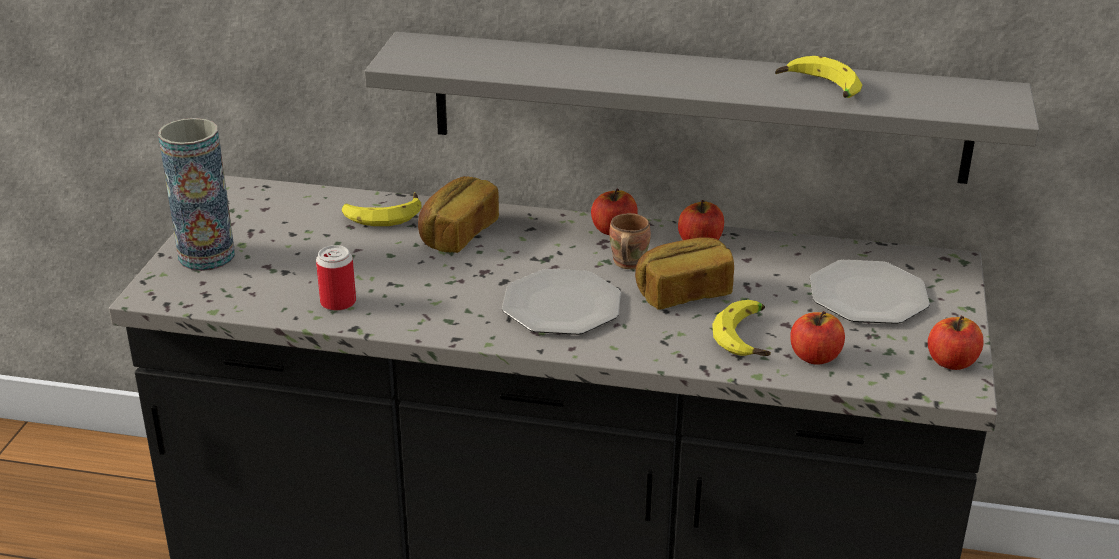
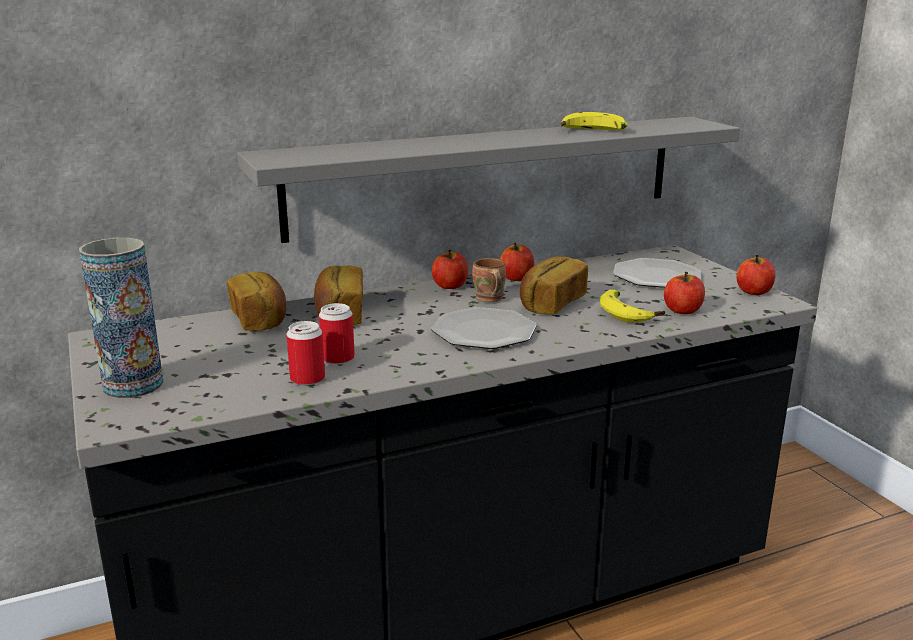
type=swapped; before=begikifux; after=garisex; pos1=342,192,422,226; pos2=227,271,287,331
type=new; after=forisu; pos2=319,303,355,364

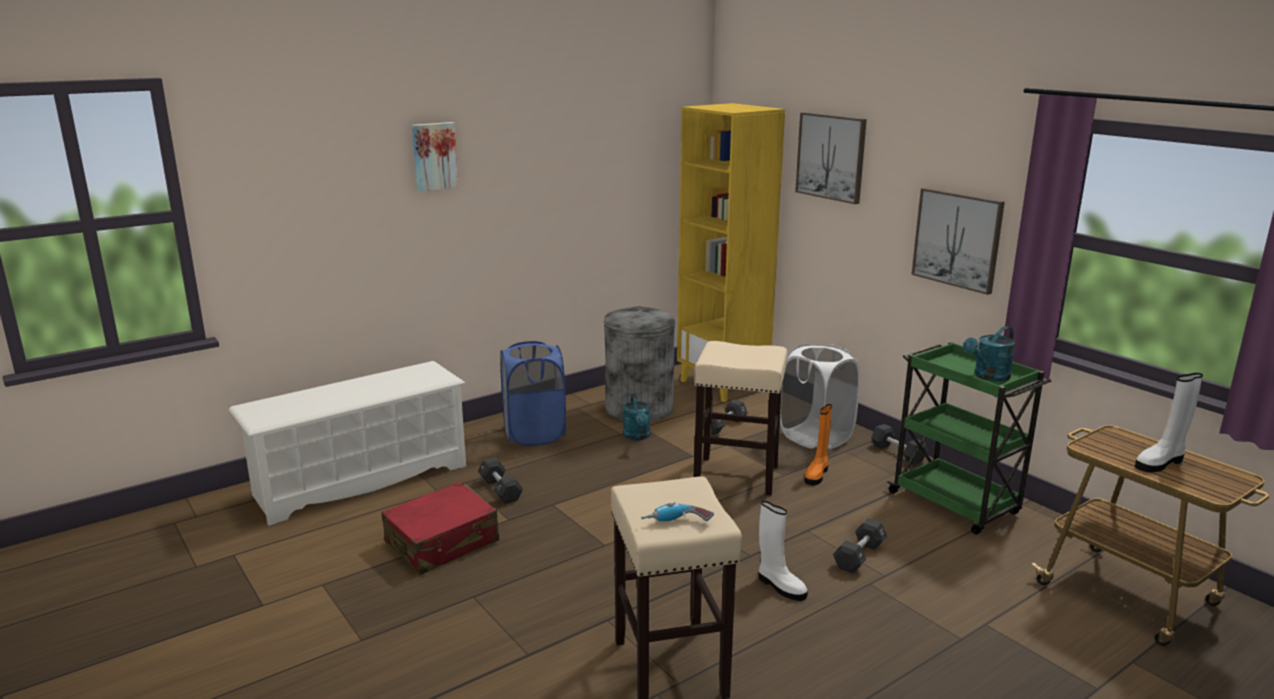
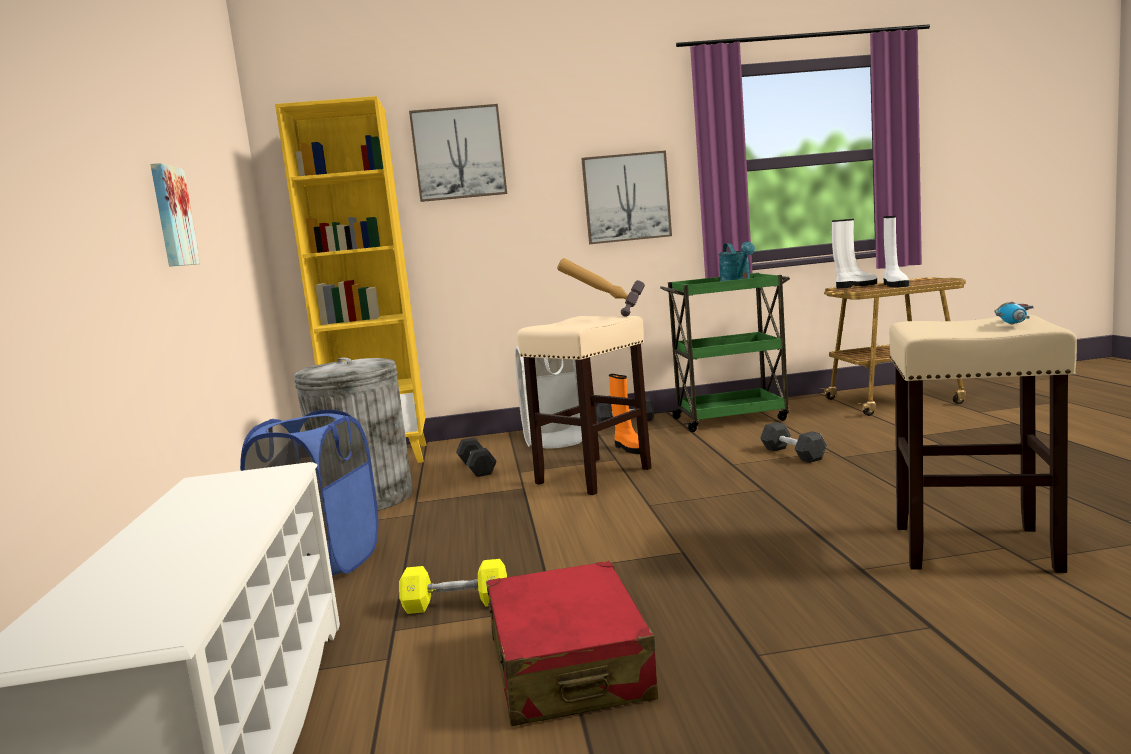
type=shifted; before=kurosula; pos1=412,122,459,192; pos2=150,163,201,267
type=repainted; before=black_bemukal; after=yellow_bemukal; pos1=478,457,523,504; pos2=399,559,507,614
type=new; after=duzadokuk; pos2=557,258,645,317
type=shifted; before=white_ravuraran; pos1=759,501,808,601; pos2=832,219,877,289
type=gone; before=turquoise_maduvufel; pos1=623,394,650,440

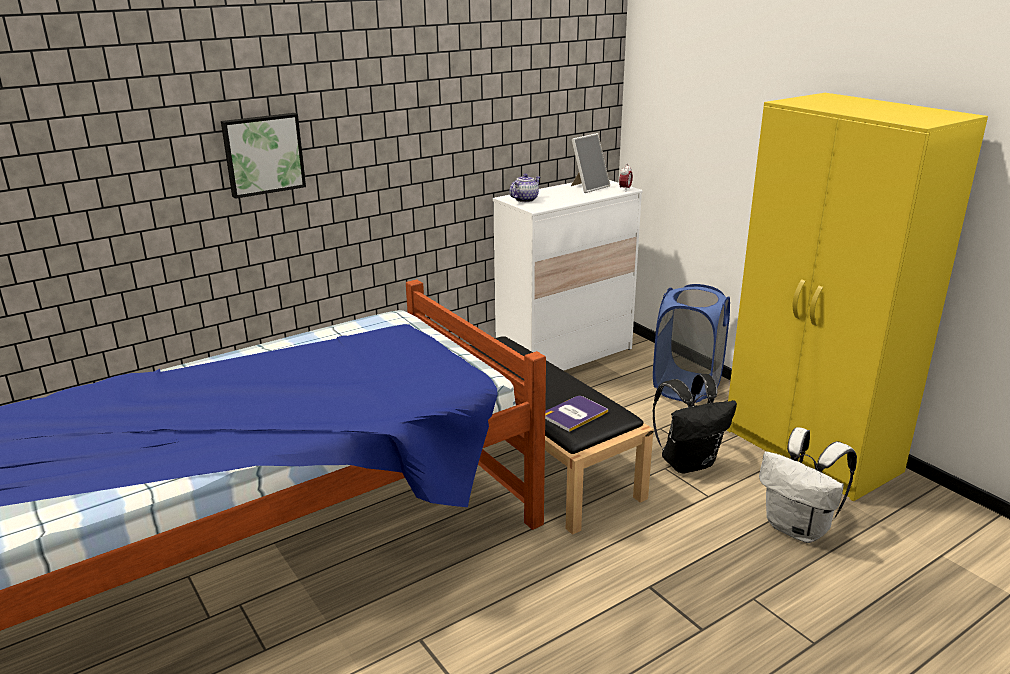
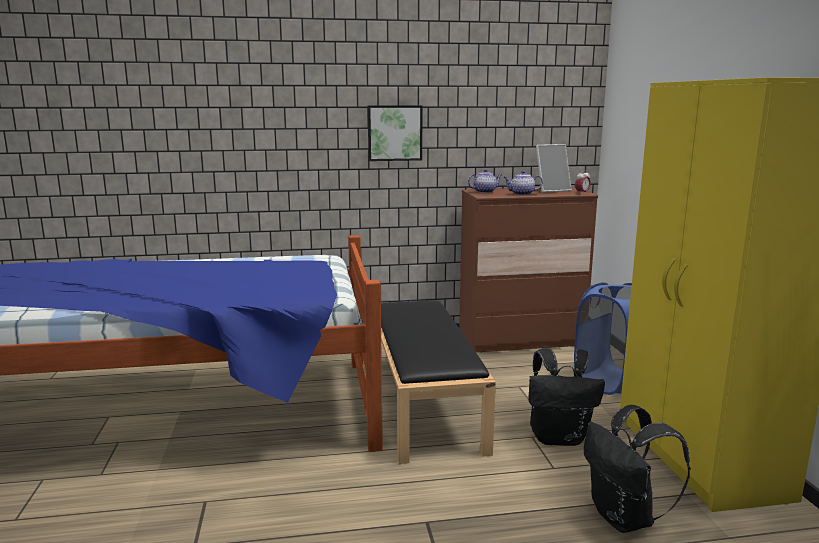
type=shifted; before=kurosula; pos1=221,113,306,199; pos2=368,105,423,161
type=repainted; before=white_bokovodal; after=brown_bokovodal; pos1=493,180,642,371; pos2=459,187,598,352
type=new; after=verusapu; pos2=504,171,543,195
type=repainted; before=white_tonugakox; after=black_tonugakox; pos1=759,427,857,543; pos2=584,405,691,533
type=gone; before=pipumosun; pos1=545,396,608,432

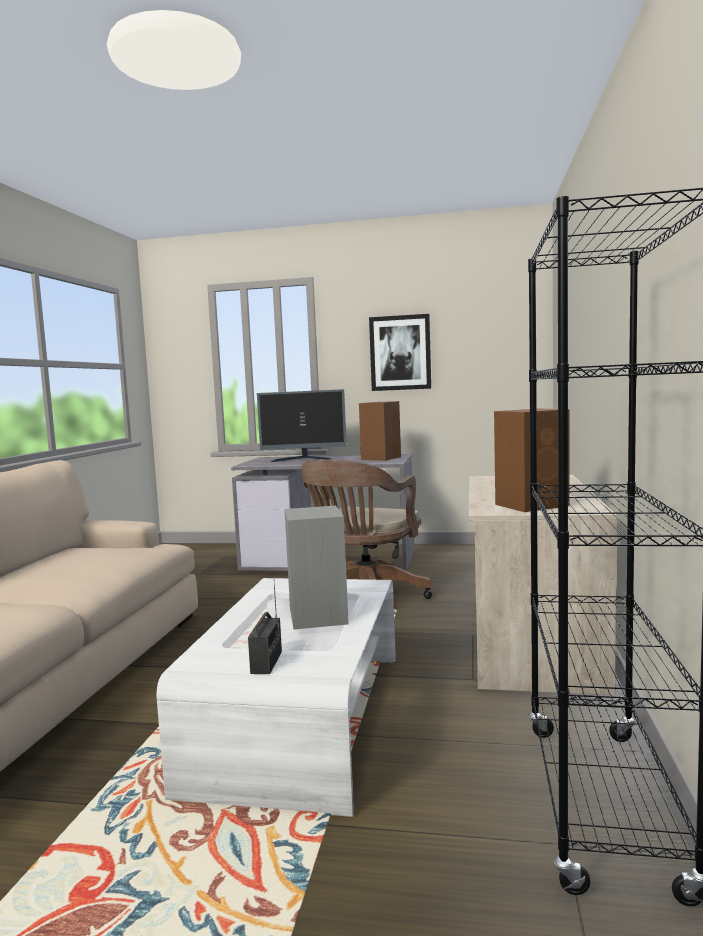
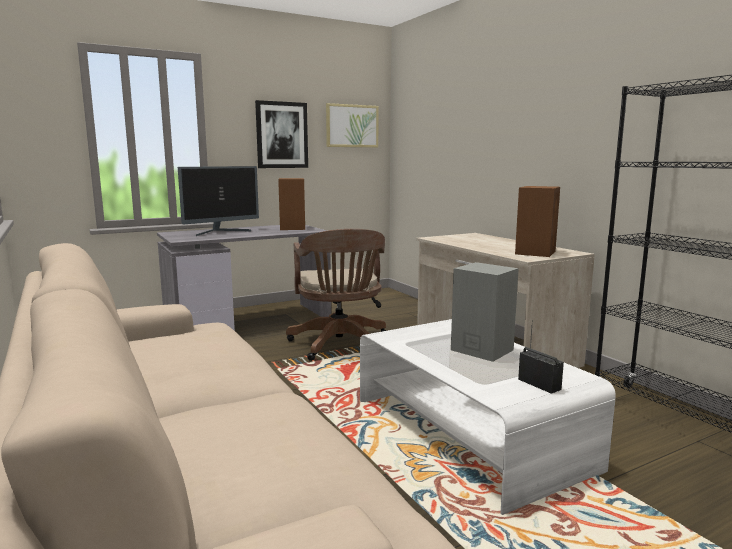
type=new; after=kurosula; pos2=326,103,379,148

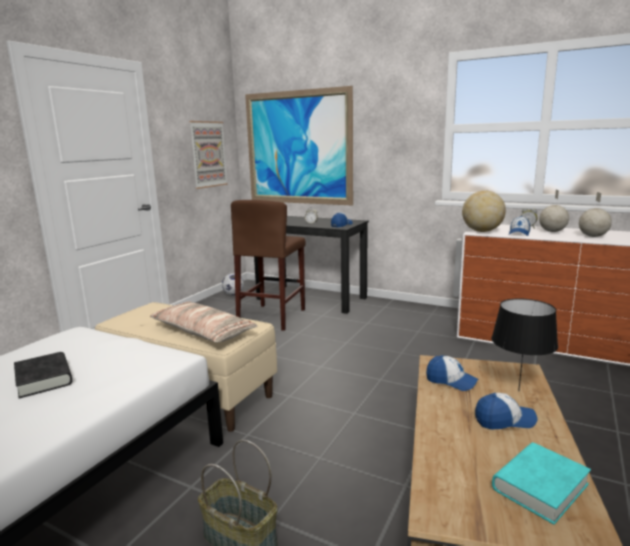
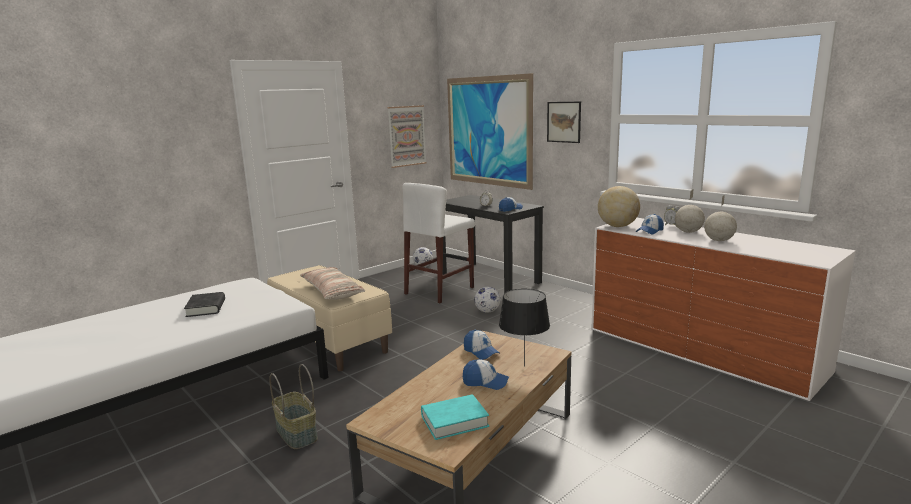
type=repainted; before=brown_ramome; after=white_ramome; pos1=231,200,305,331; pos2=403,183,475,303
type=new; after=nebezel; pos2=474,287,500,313
type=new; after=kurosula; pos2=547,101,581,143

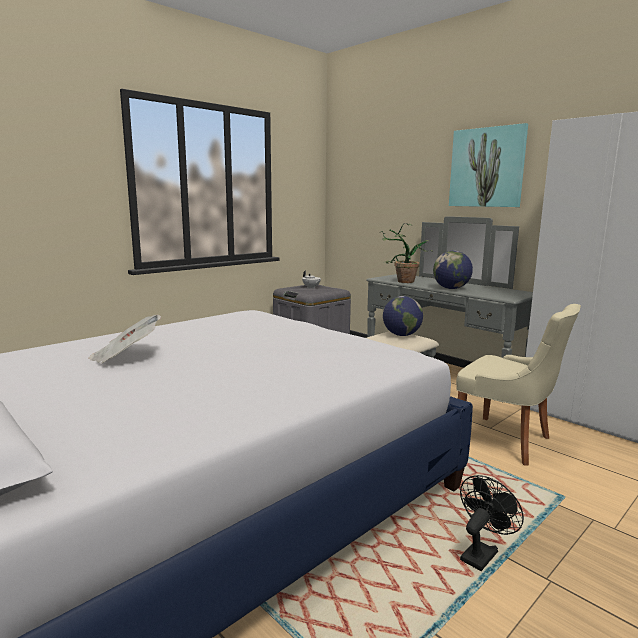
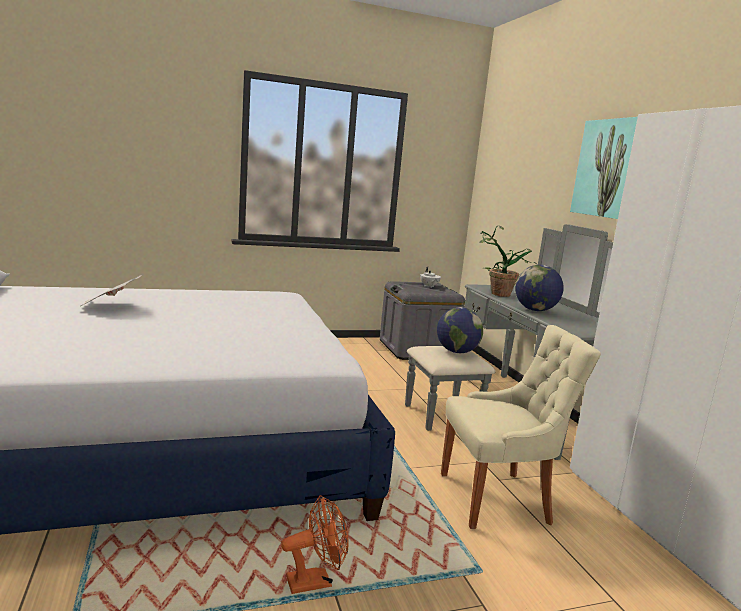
type=repainted; before=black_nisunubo; after=orange_nisunubo; pos1=460,475,524,571; pos2=281,495,349,594
type=rotated; before=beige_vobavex; pos1=456,304,581,466; pos2=441,325,601,529; turn=-75

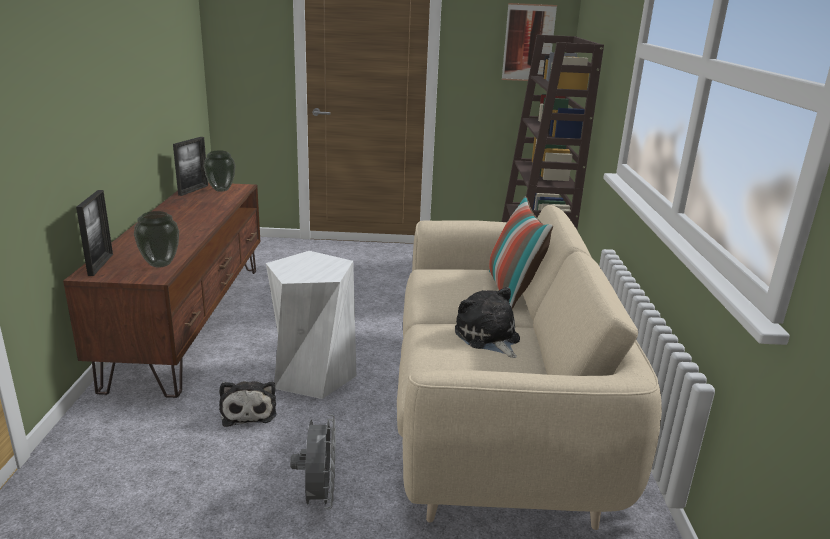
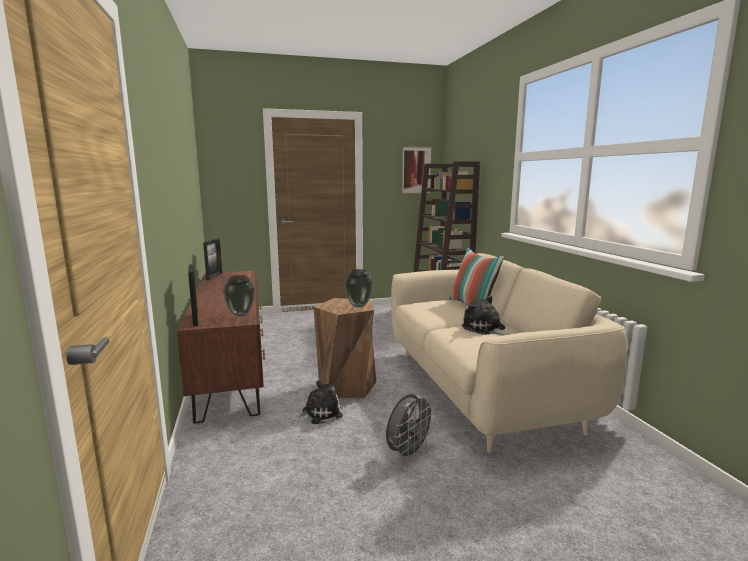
type=rotated; before=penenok; pos1=219,381,276,427; pos2=293,381,343,424; turn=-90
type=repainted; before=white_ramome; after=brown_ramome; pos1=266,251,356,399; pos2=313,298,376,399
type=shifted; before=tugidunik; pos1=203,151,236,192; pos2=344,269,373,307
type=rotated; before=grey_nisunubo; pos1=290,414,336,509; pos2=386,394,436,461; turn=60

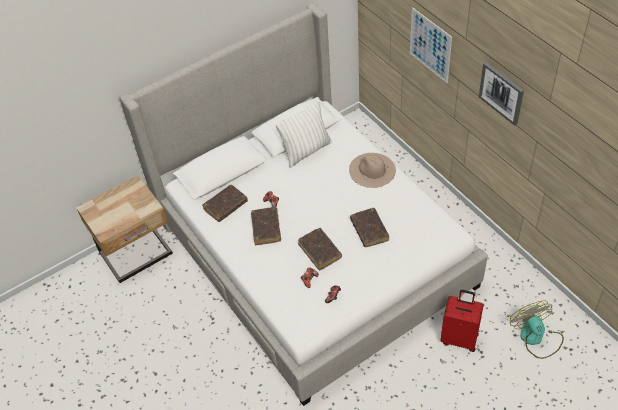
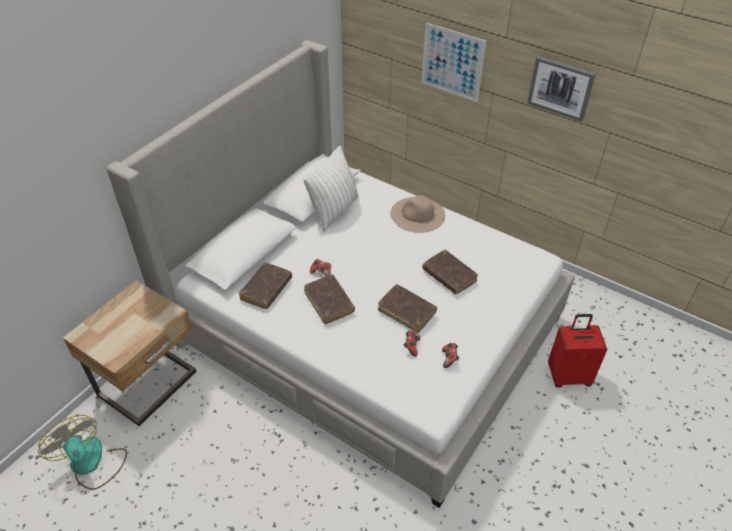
type=shifted; before=nisunubo; pos1=510,300,564,359; pos2=38,415,127,490

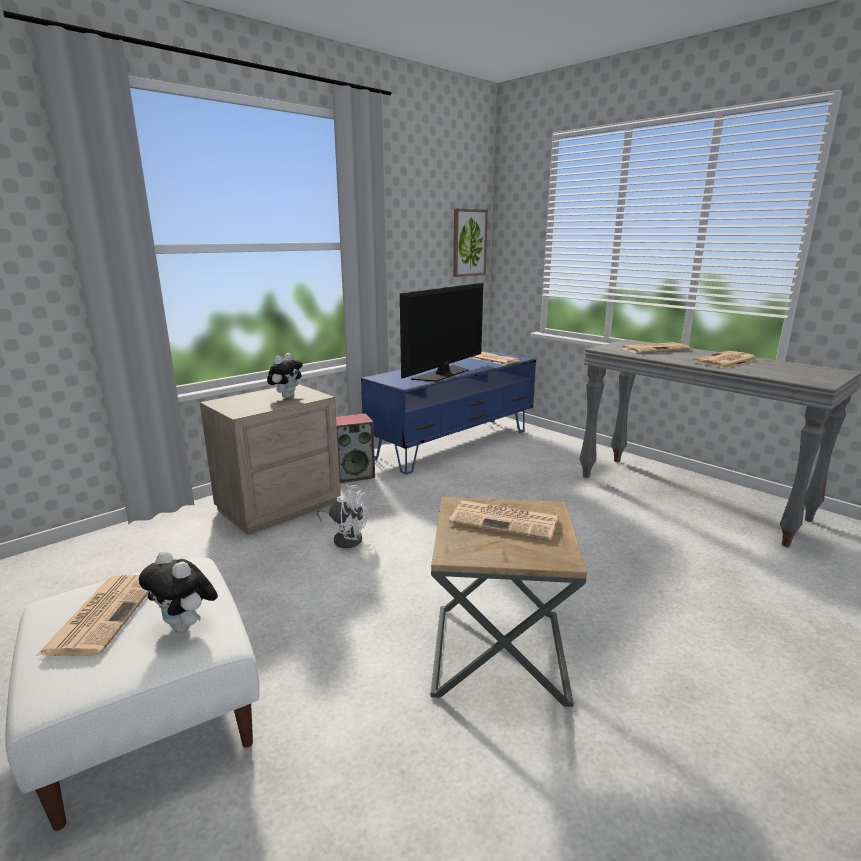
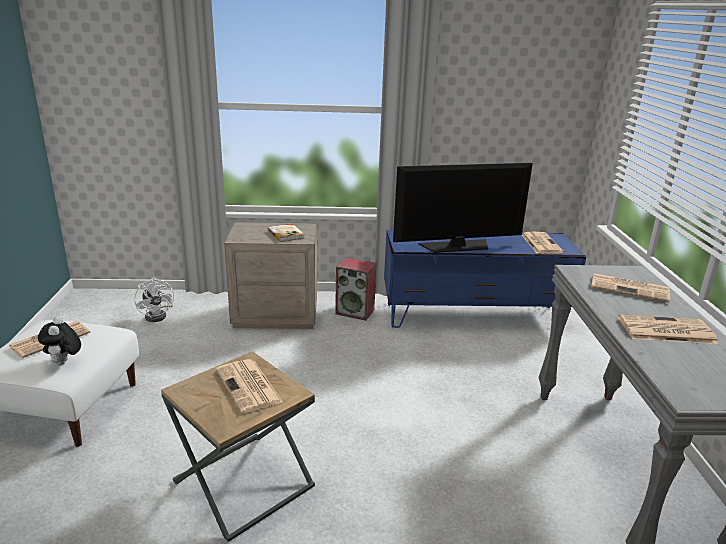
type=shifted; before=white_nisunubo; pos1=317,485,368,548; pos2=134,277,174,322
type=swapped; before=penenok; after=pipumosun; pos1=267,353,303,398; pos2=268,224,305,242
type=gone; before=kurosula; pos1=453,209,488,277

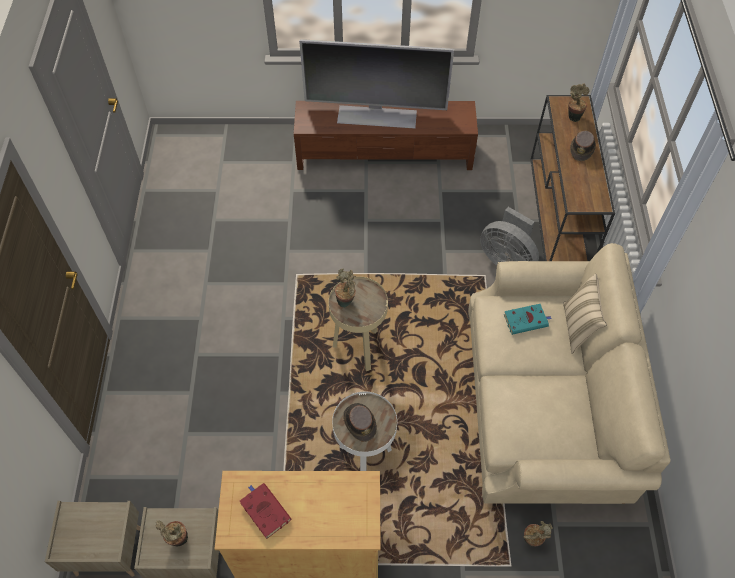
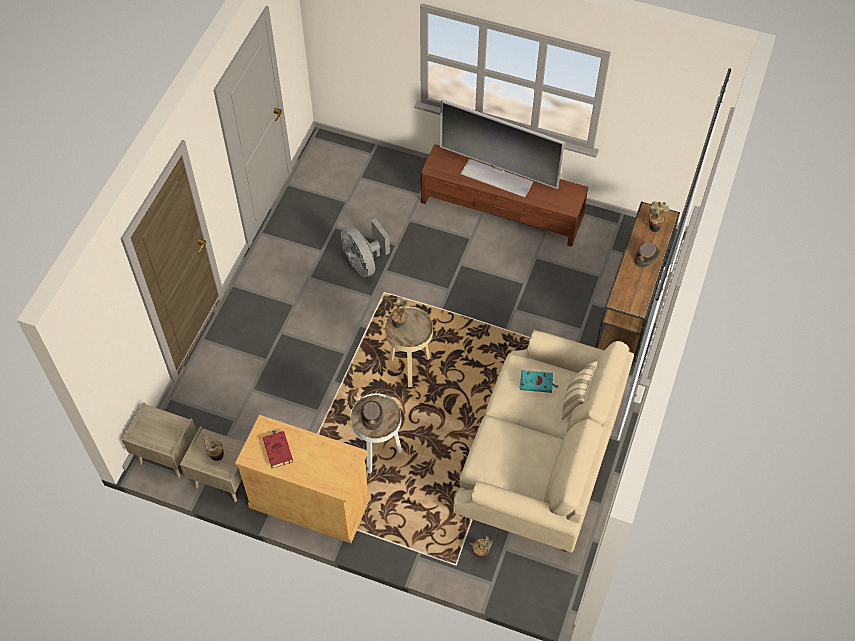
type=shifted; before=grey_nisunubo; pos1=480,207,539,266; pos2=341,218,390,277

